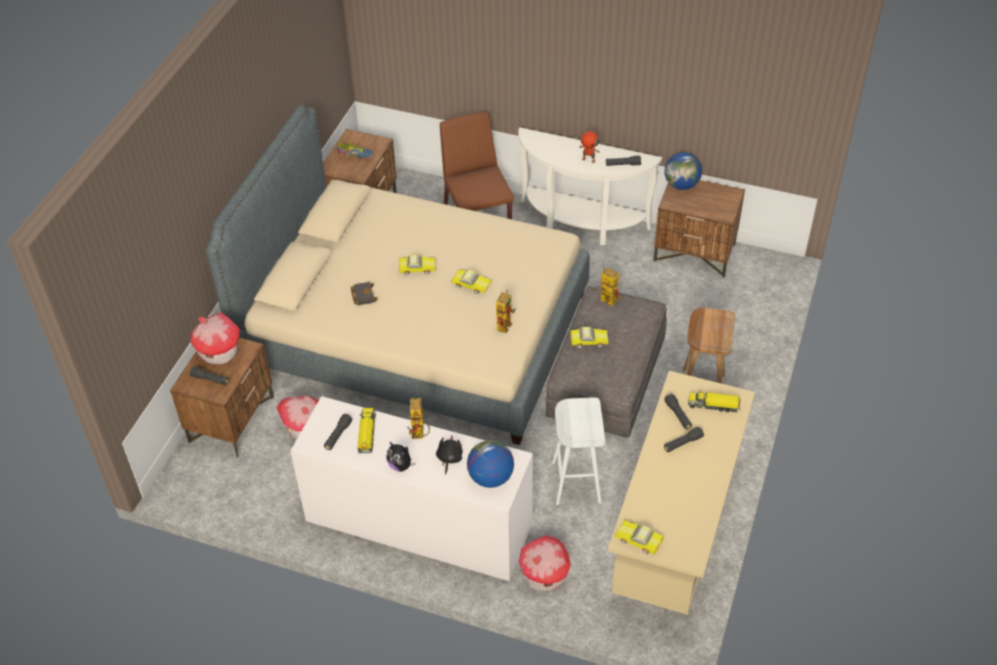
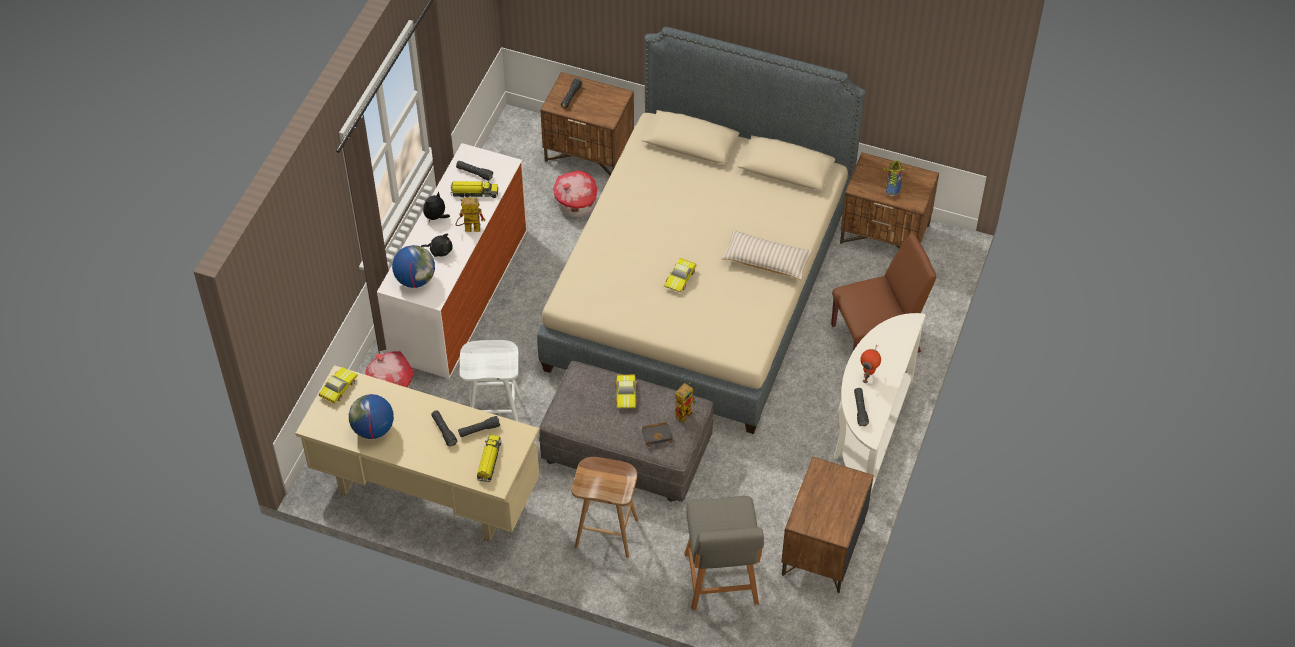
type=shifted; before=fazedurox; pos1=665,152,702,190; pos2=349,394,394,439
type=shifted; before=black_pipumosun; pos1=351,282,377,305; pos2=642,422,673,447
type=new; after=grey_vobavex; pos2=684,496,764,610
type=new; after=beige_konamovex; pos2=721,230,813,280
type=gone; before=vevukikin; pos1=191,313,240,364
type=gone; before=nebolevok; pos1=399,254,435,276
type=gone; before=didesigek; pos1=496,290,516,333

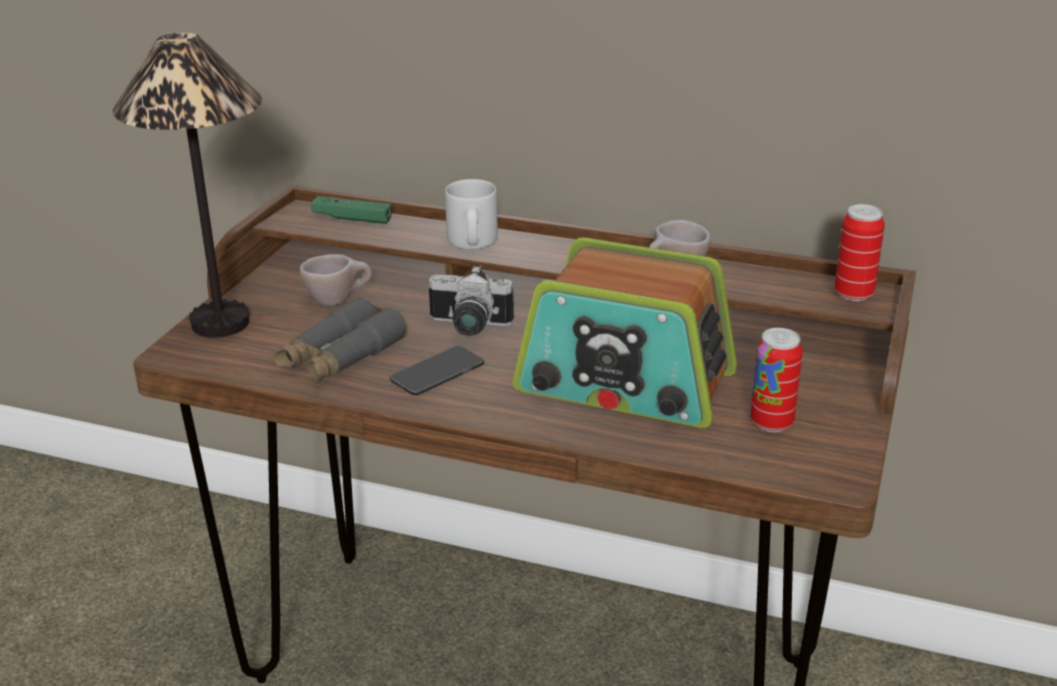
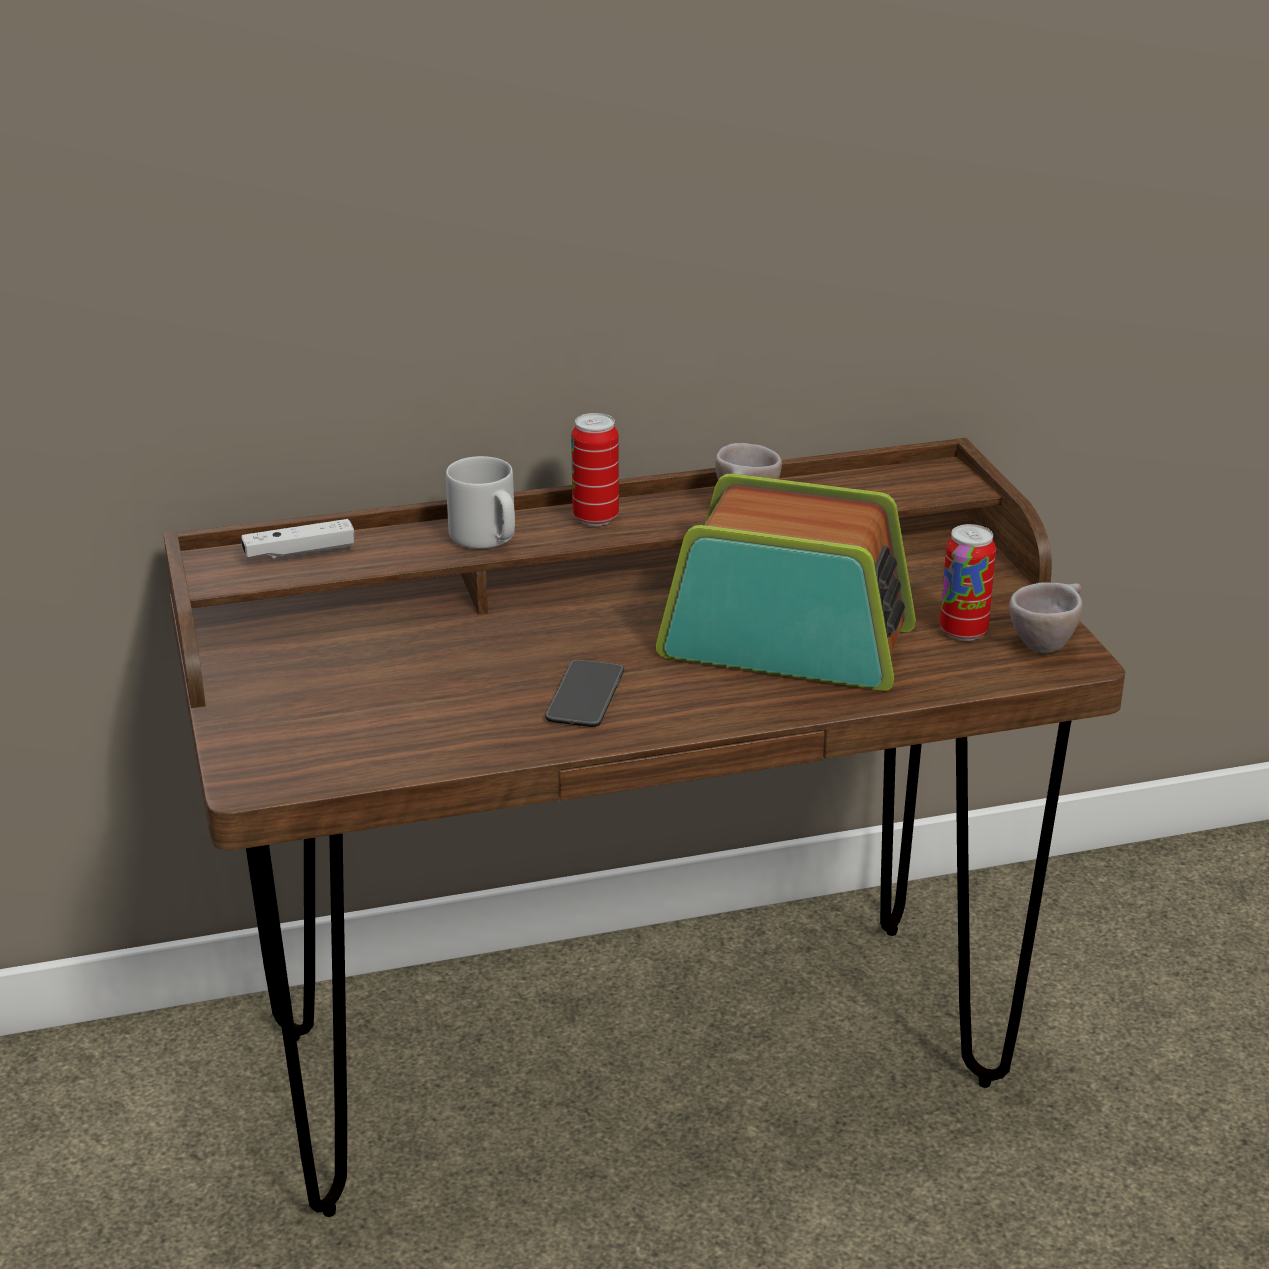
type=repainted; before=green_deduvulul; after=white_deduvulul; pos1=311,196,391,224; pos2=241,519,354,559
type=shifted; before=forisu; pos1=834,204,885,301; pos2=571,413,619,526
type=rotated; before=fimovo; pos1=513,238,737,428; pos2=656,473,916,691; turn=-150
type=shifted; before=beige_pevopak; pos1=299,254,372,306; pos2=1009,582,1083,653
type=gone; before=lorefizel; pos1=113,33,262,338
type=gone; before=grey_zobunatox; pos1=274,297,407,382
type=gone; before=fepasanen; pos1=429,265,514,336

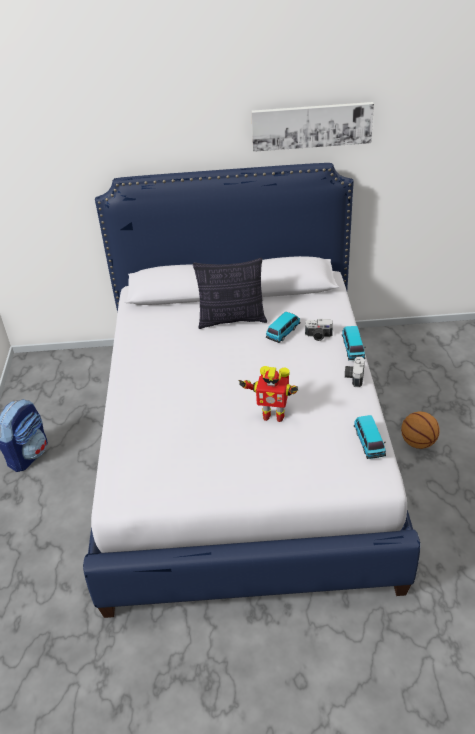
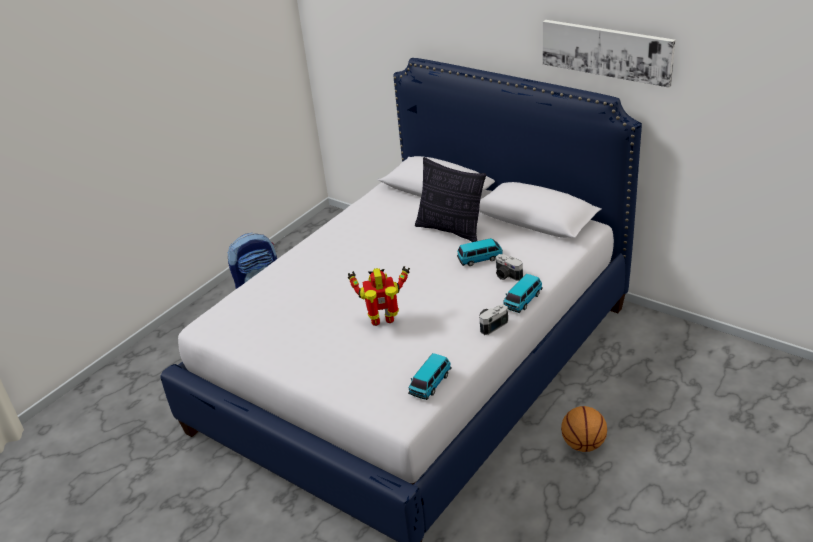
type=rotated; before=didesigek; pos1=238,366,298,422; pos2=348,266,410,326; turn=120

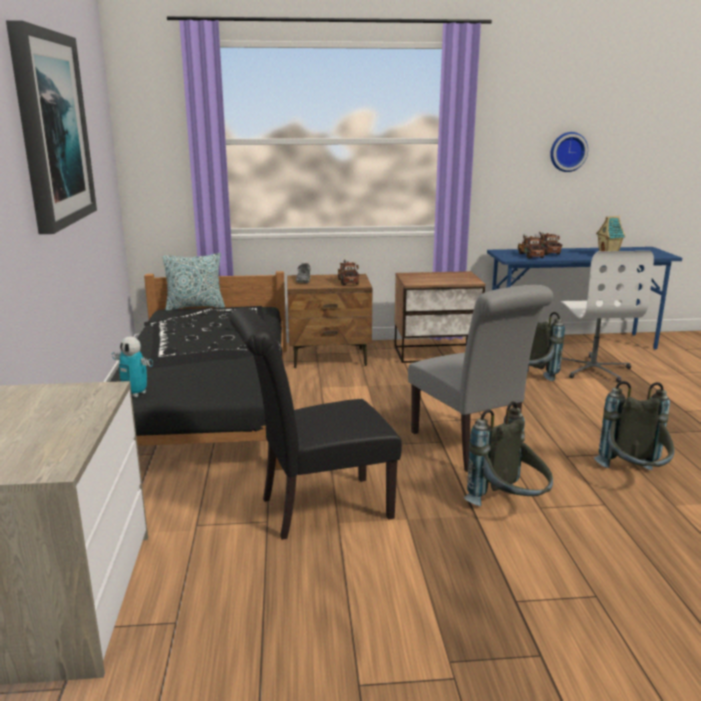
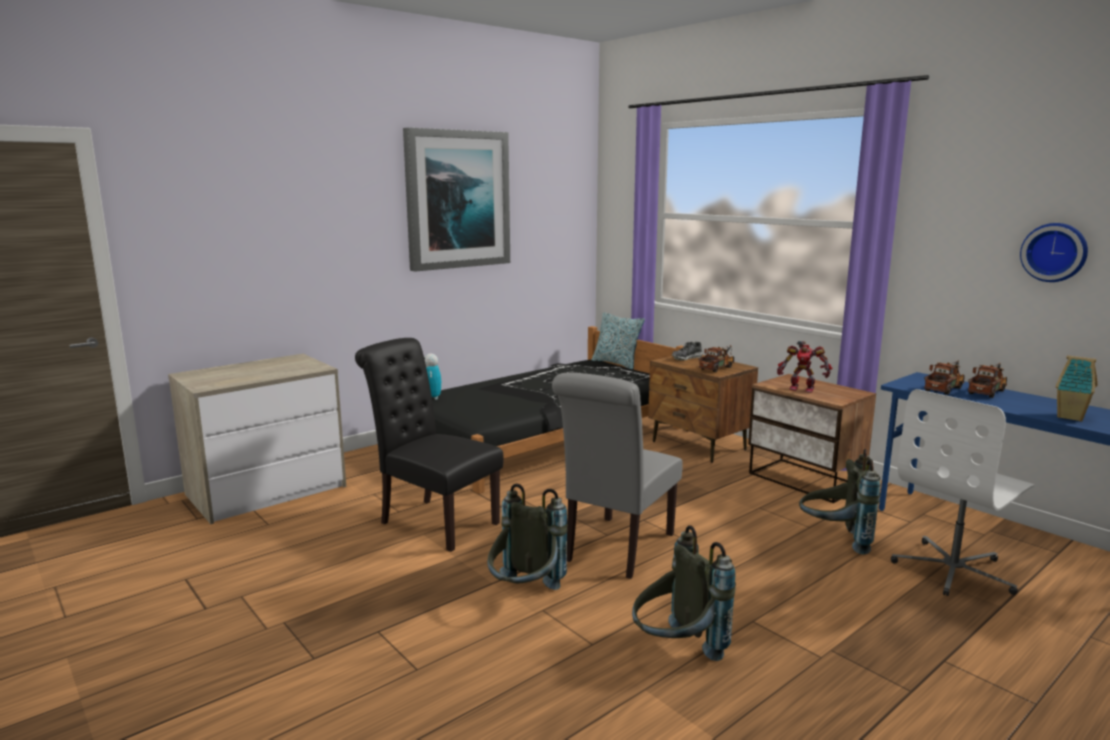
type=new; after=didesigek; pos2=777,341,832,393

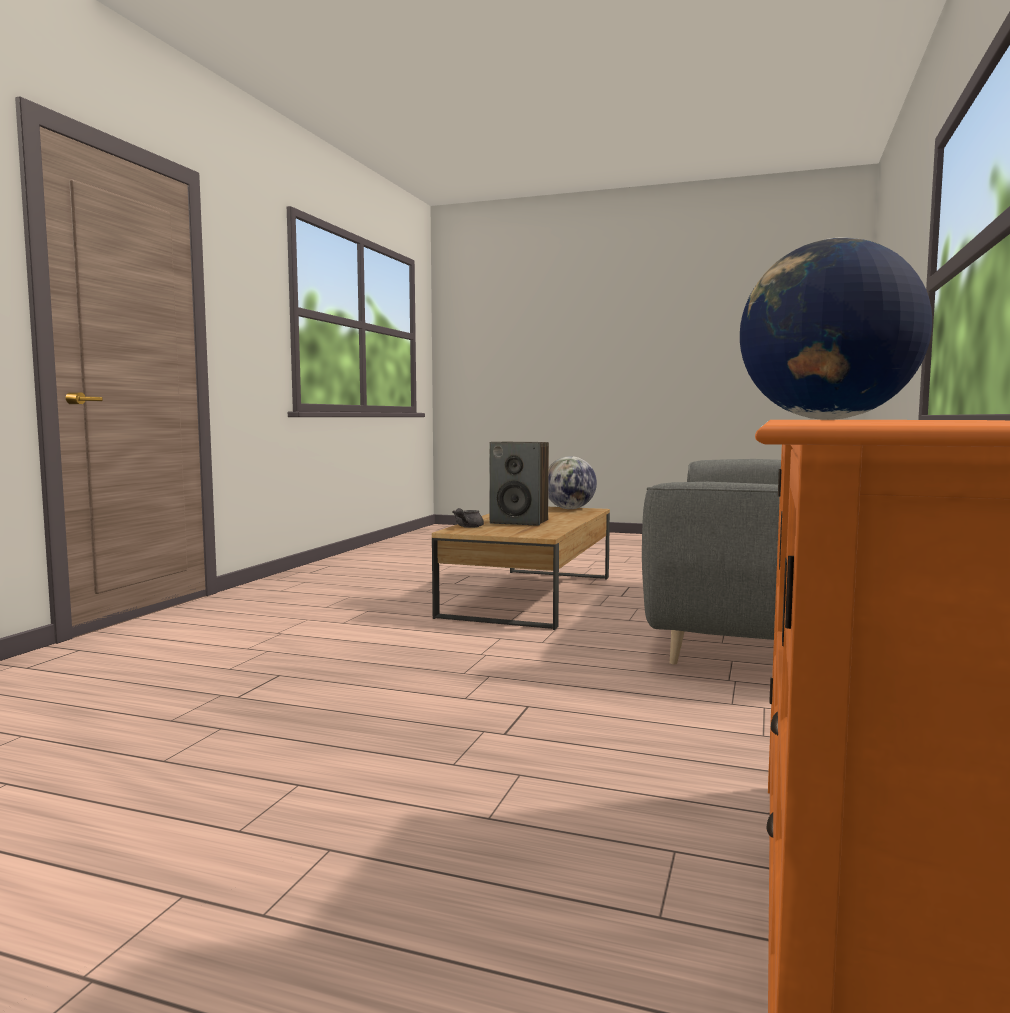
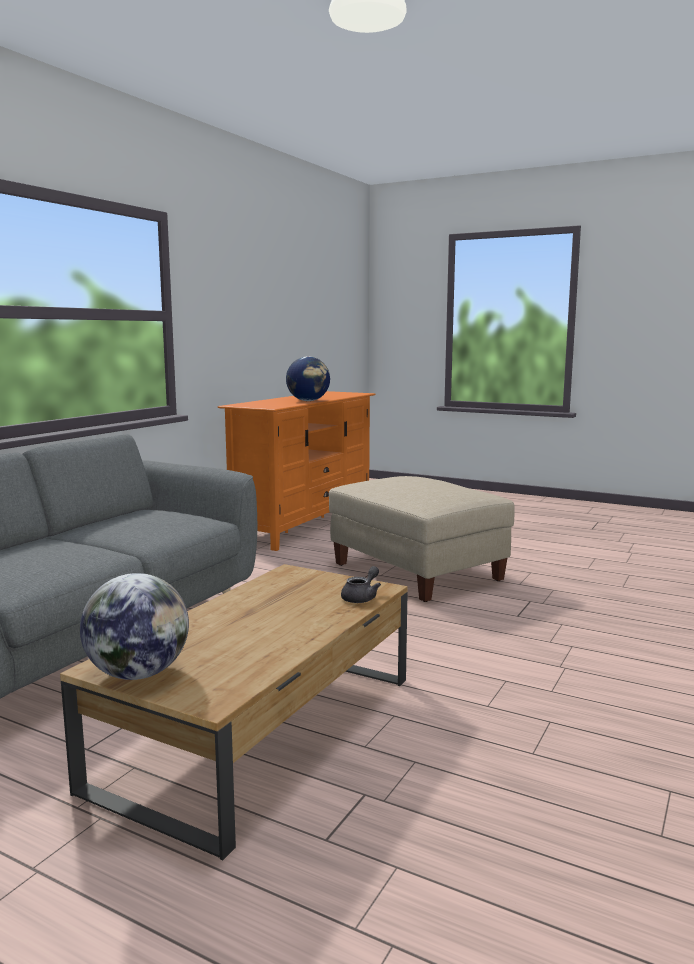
type=new; after=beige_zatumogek; pos2=329,476,514,602
type=gone; before=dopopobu; pos1=489,442,549,526

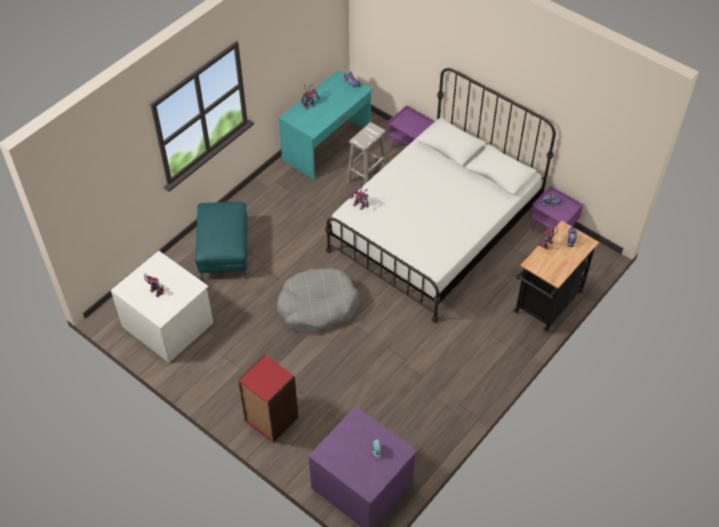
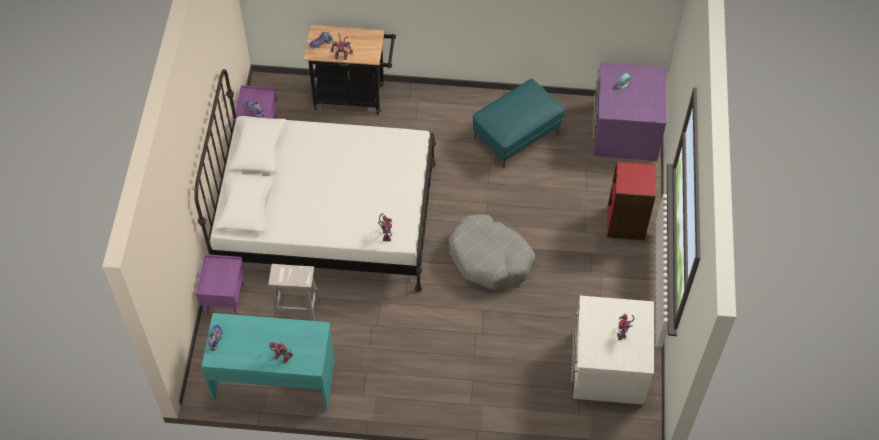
type=shifted; before=turquoise_zatumogek; pos1=195,201,247,281; pos2=473,79,565,169

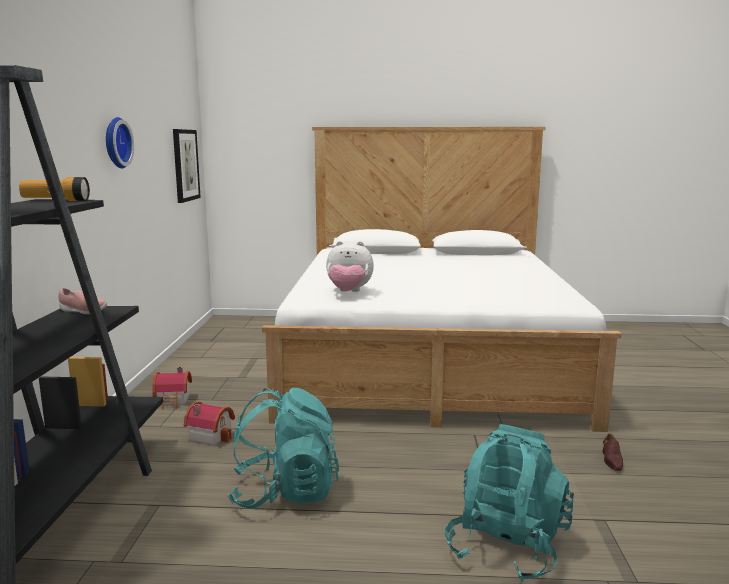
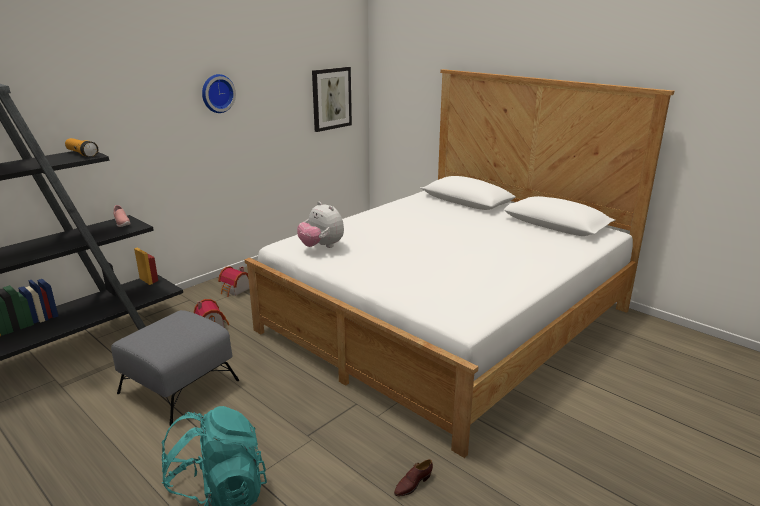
type=swapped; before=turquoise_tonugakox; after=grey_zatumogek; pos1=227,388,339,509; pos2=111,310,239,426

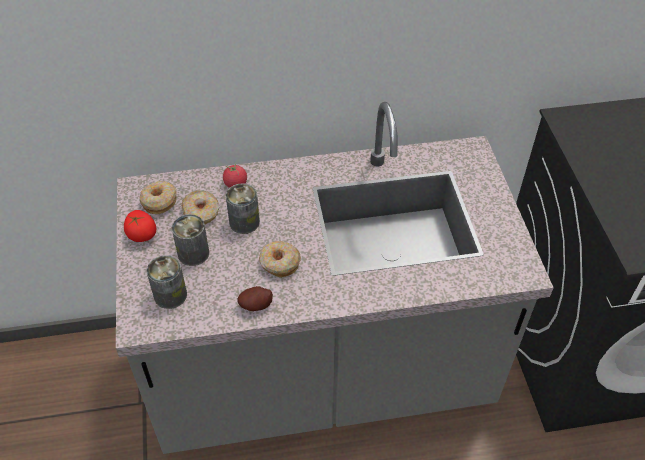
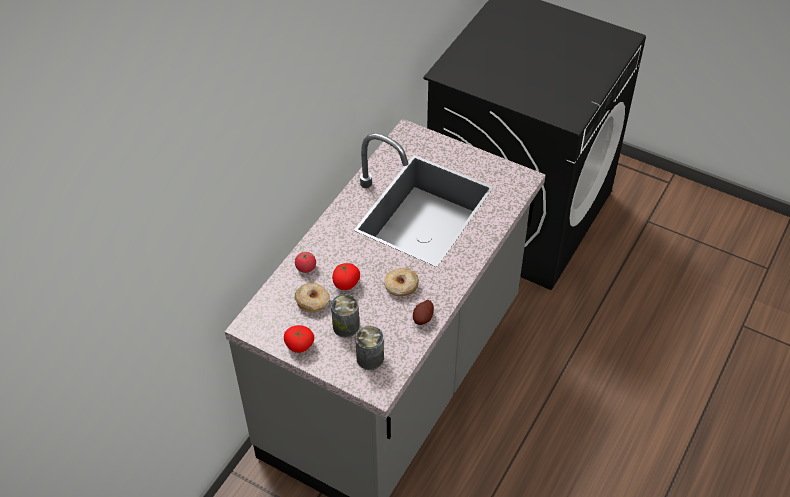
type=swapped; before=forisu; after=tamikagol; pos1=226,183,260,234; pos2=332,263,360,290
type=gone; before=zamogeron; pos1=140,181,177,214

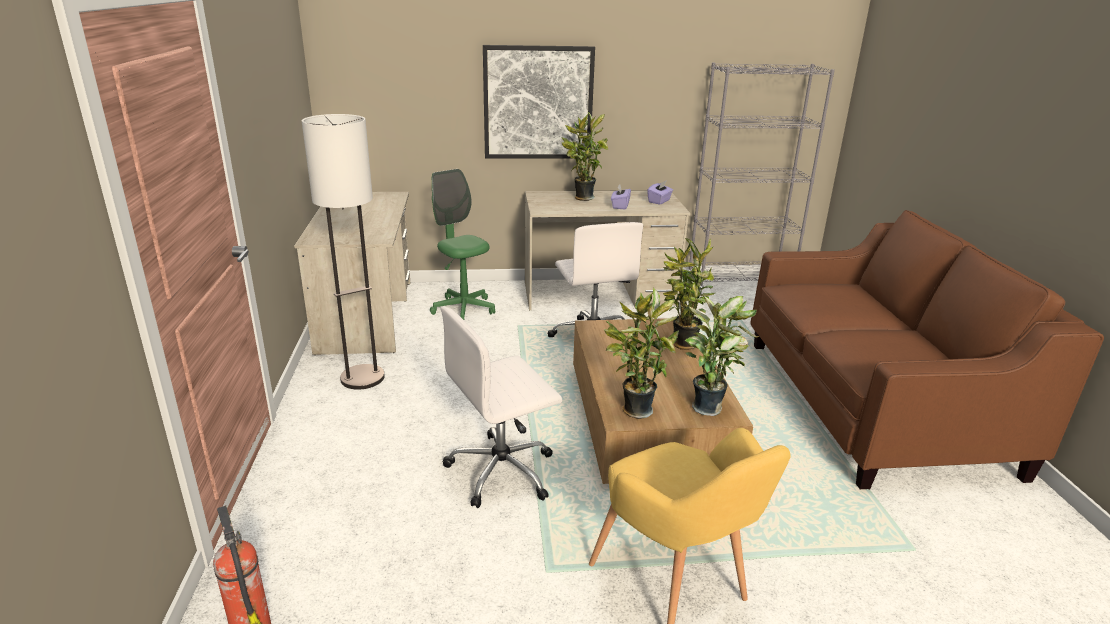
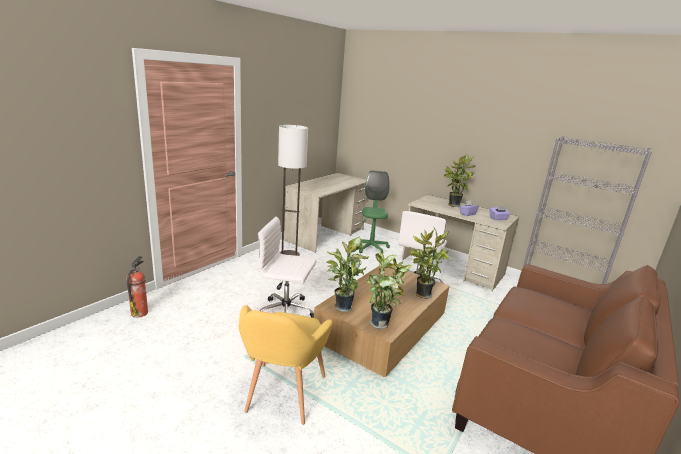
type=gone; before=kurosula; pos1=483,45,595,159

